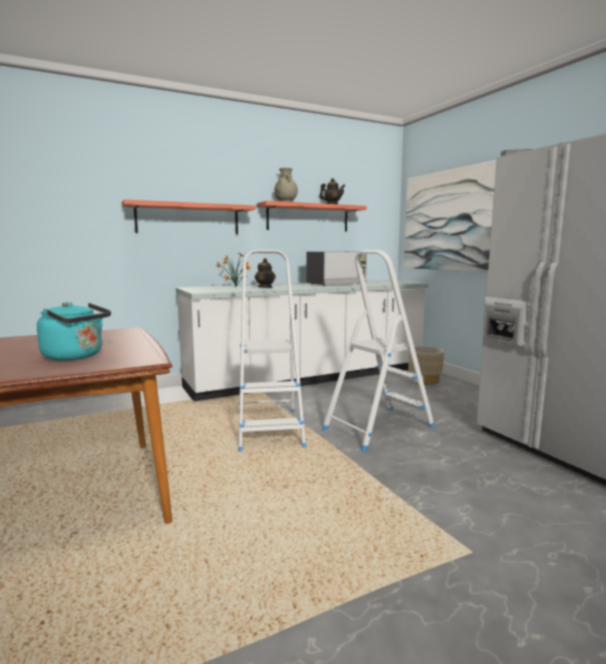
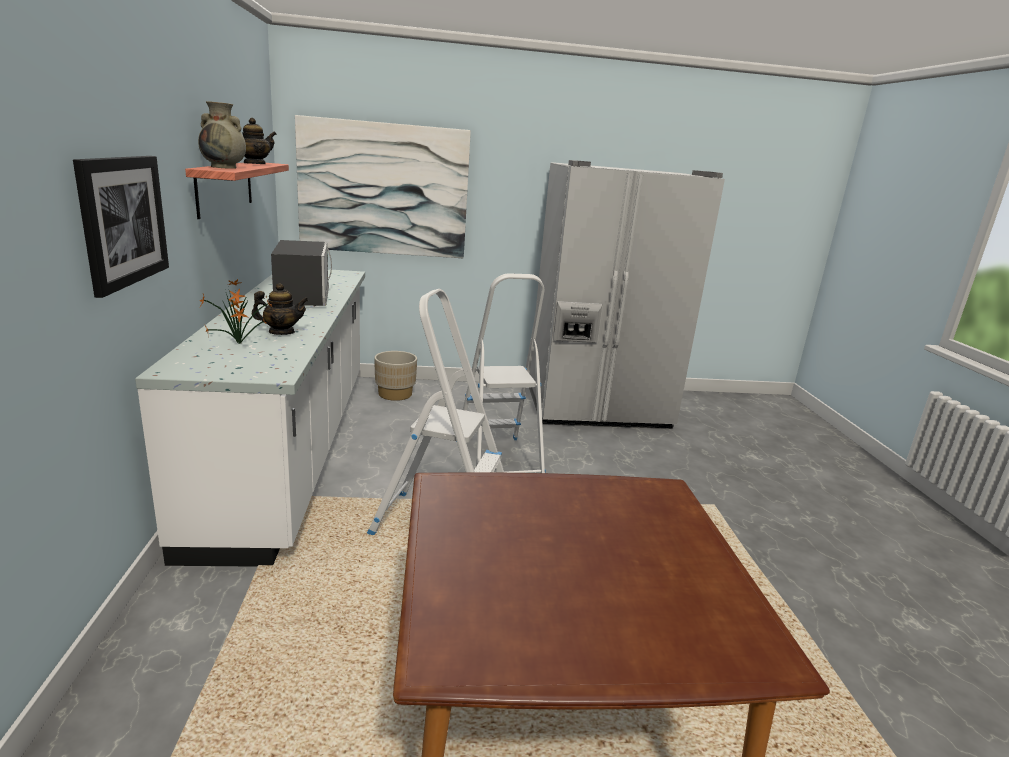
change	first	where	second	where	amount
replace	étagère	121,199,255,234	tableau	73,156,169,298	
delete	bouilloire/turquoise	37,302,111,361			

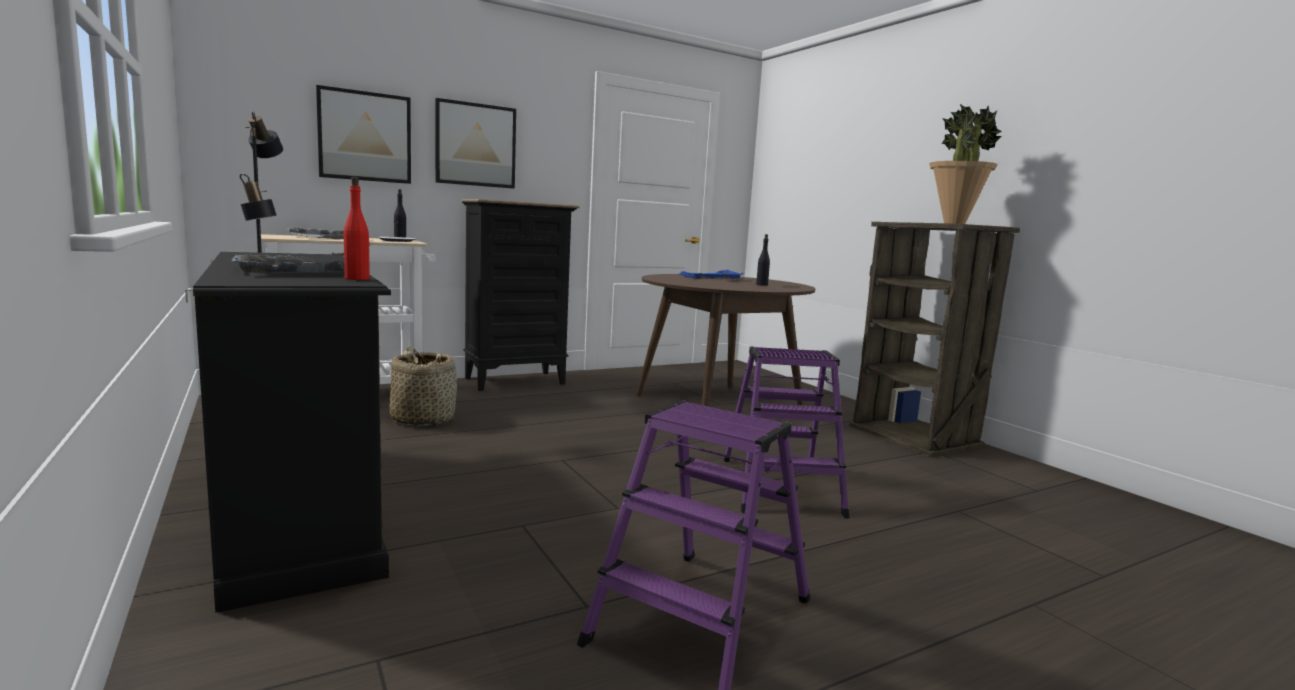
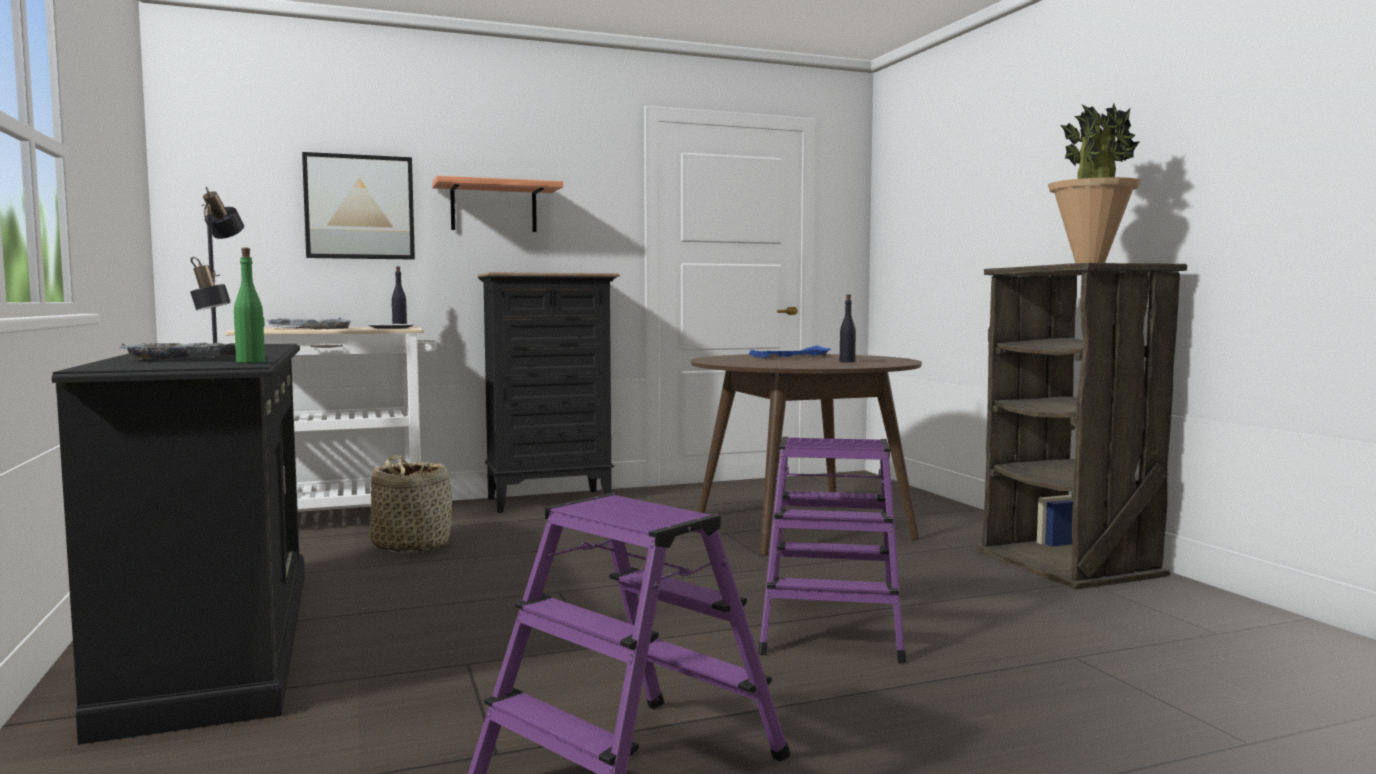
change	first	where	second	where	amount
recolor	bouteille/rouge	344,177,370,280	bouteille/vert	234,248,265,363	
replace	tableau	435,98,516,189	étagère	432,176,563,232	

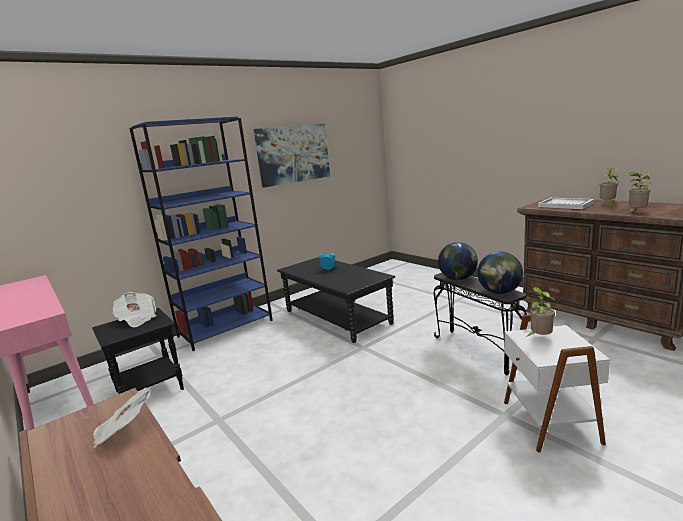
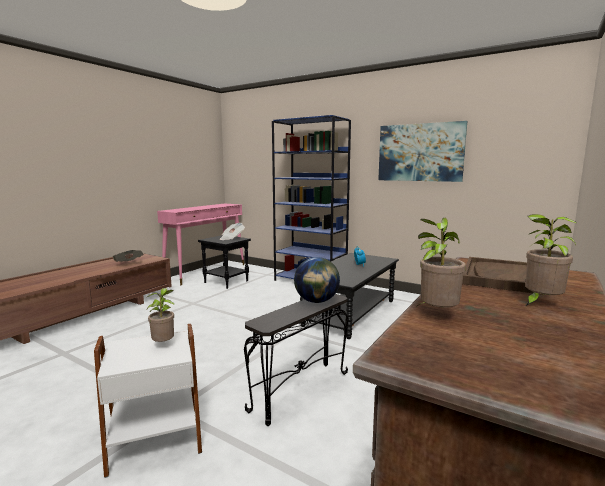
change	first	where	second	where	amount
recolor	plateau/blanc	538,198,594,209	plateau/marron	462,257,544,295	
delete	globe	477,251,523,294			

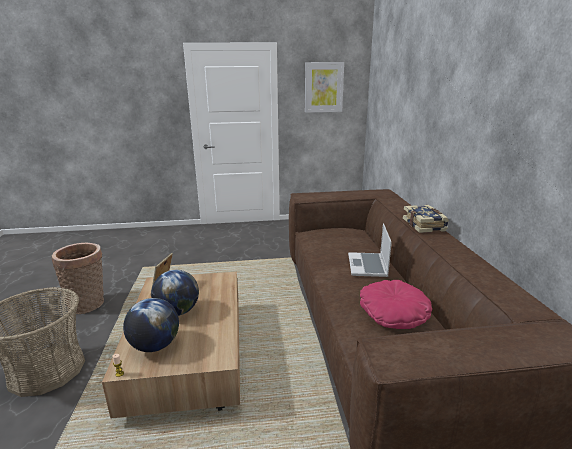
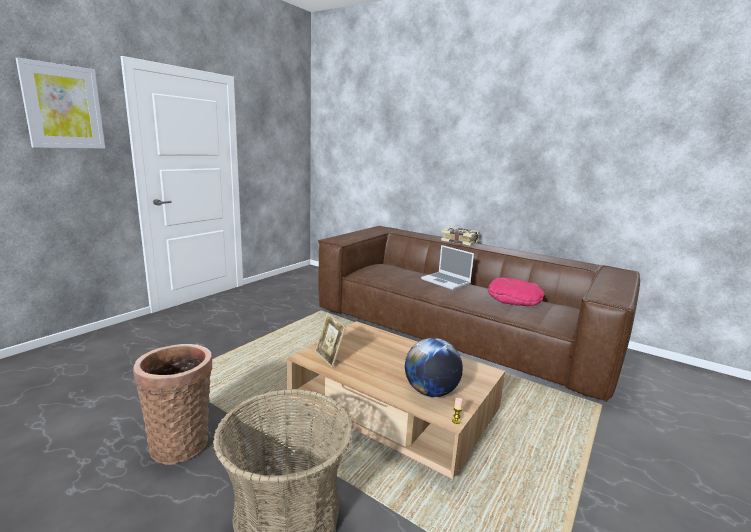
change	first	where	second	where	amount
move	tableau	305,62,344,113		16,57,105,149	
delete	globe	151,270,199,316			

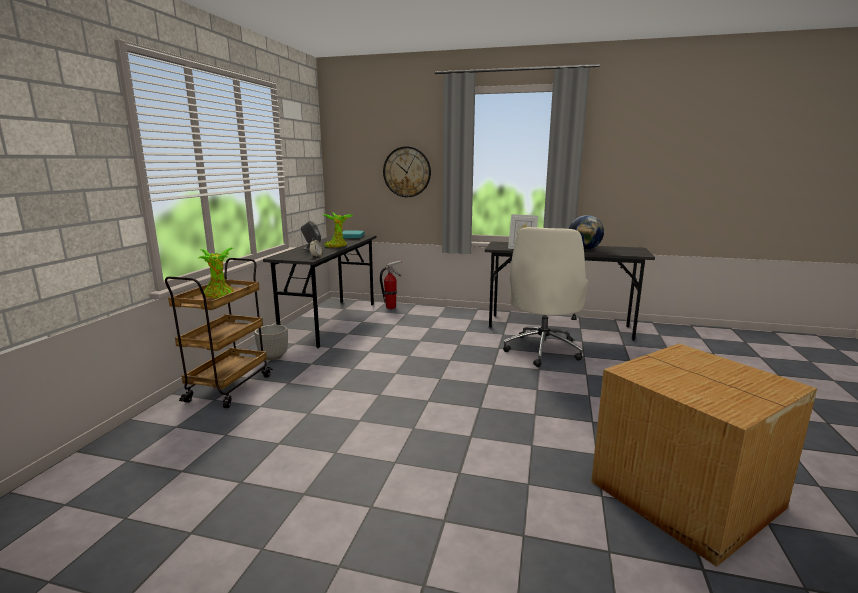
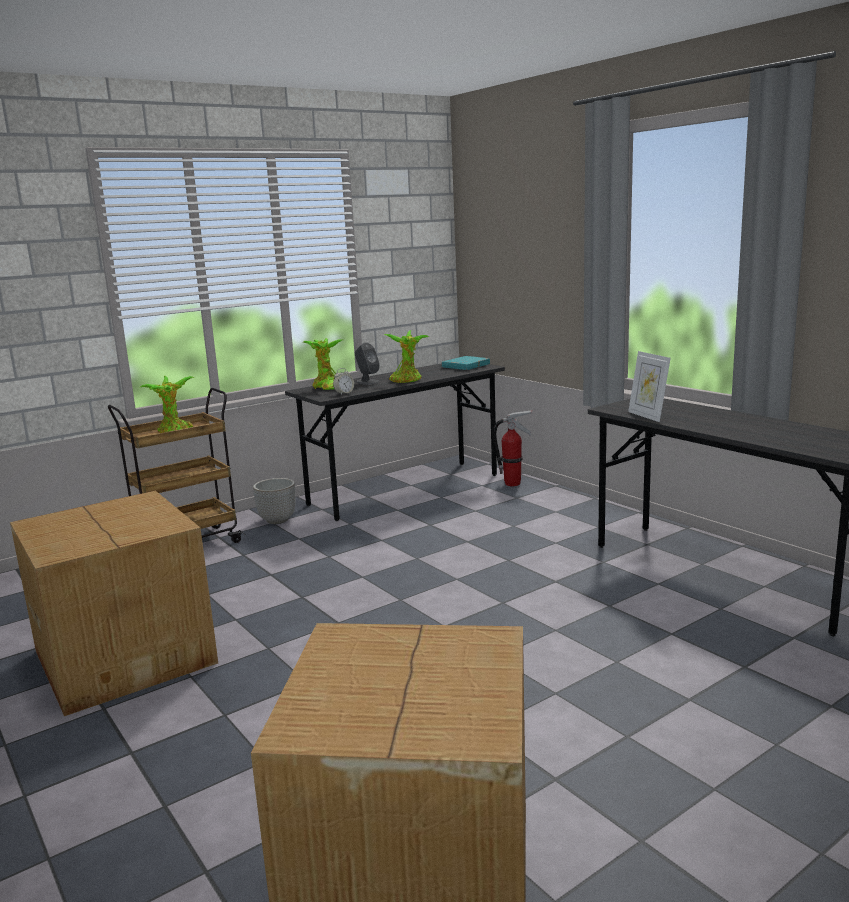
change	first	where	second	where	amount
insert			carton	10,491,218,716	
insert			plante en pot	303,338,342,390	
delete	horloge murale	383,146,431,197			
delete	chaise de bureau/beige	503,227,588,367			
delete	globe	569,215,604,250			

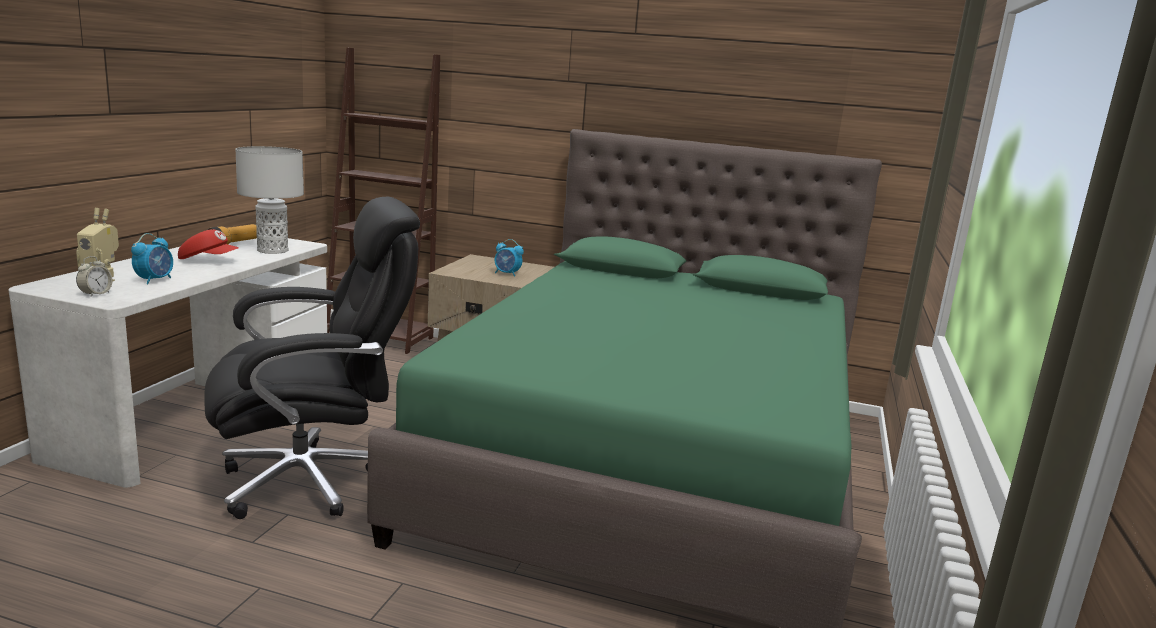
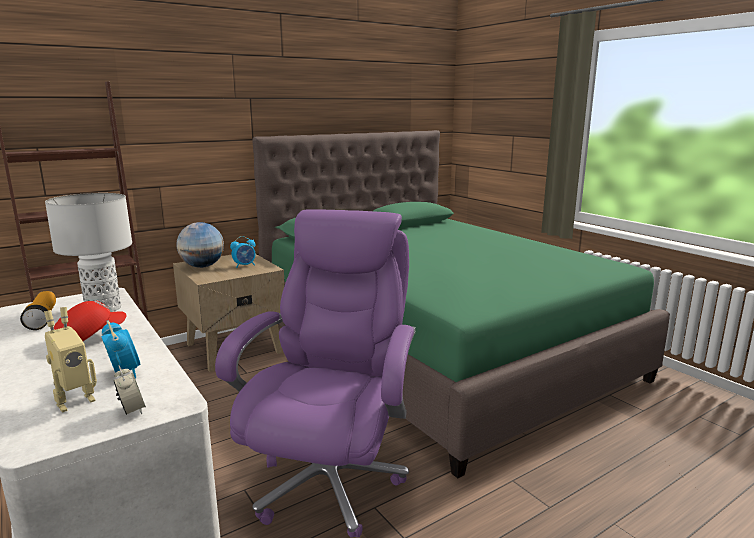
change	first	where	second	where	amount
insert			globe	176,222,224,268	
recolor	chaise de bureau/noir	205,197,420,519	chaise de bureau/violet	215,209,416,538	

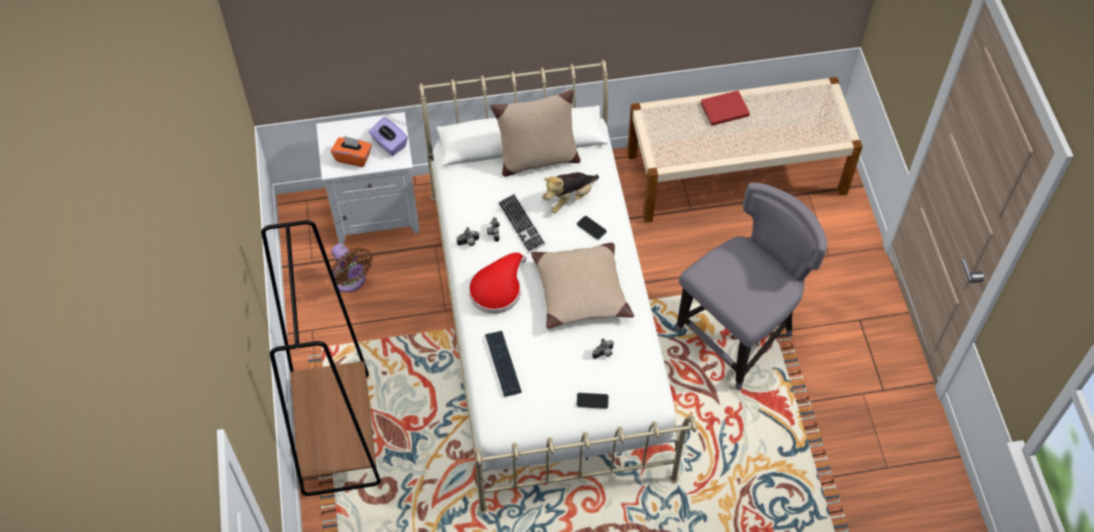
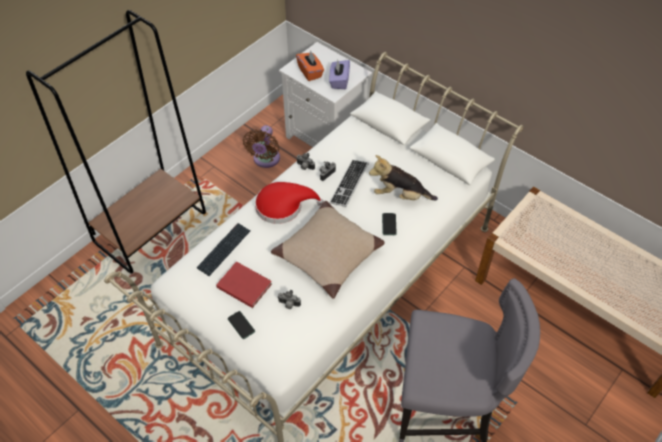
change	first	where	second	where	amount
move	livre/rouge	701,91,750,126		216,261,272,308	
delete	coussin/beige	491,89,581,177			

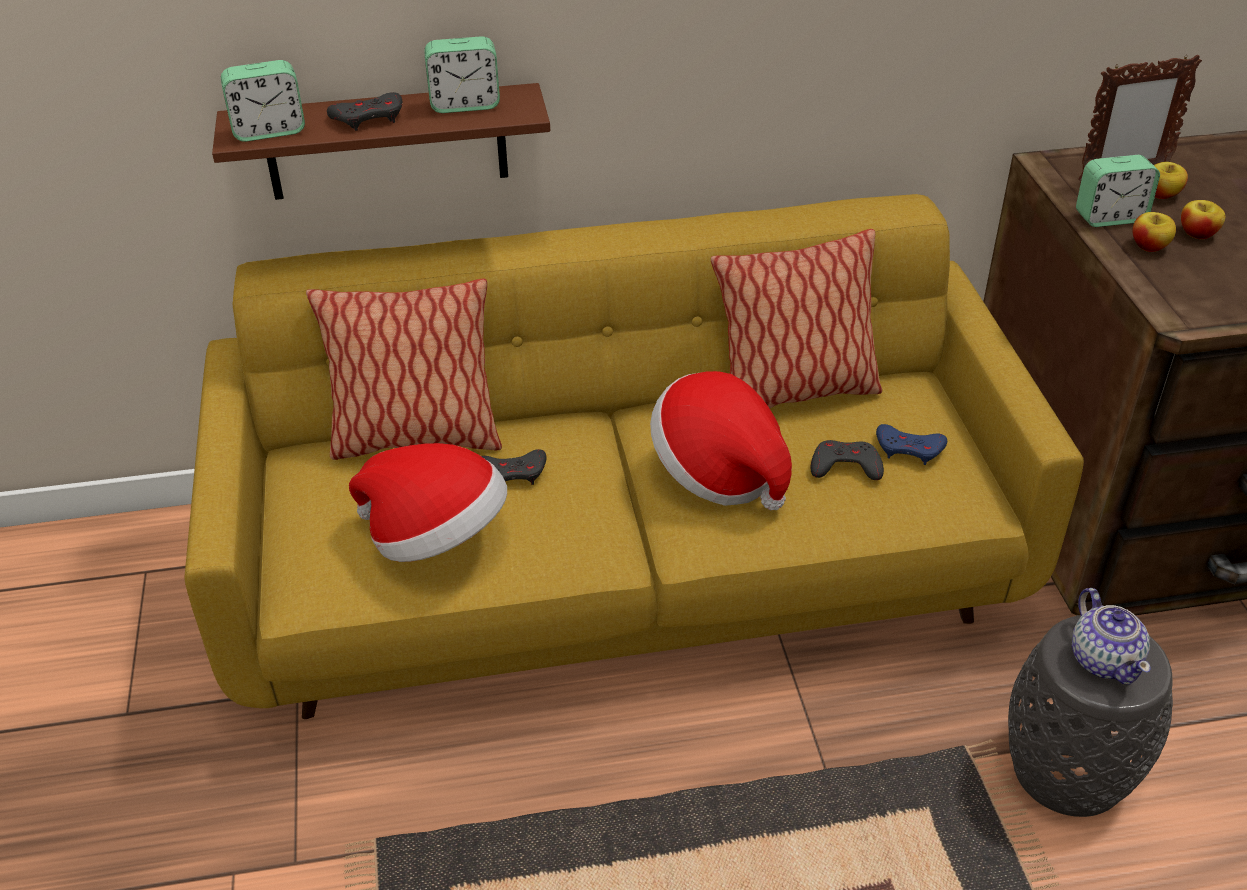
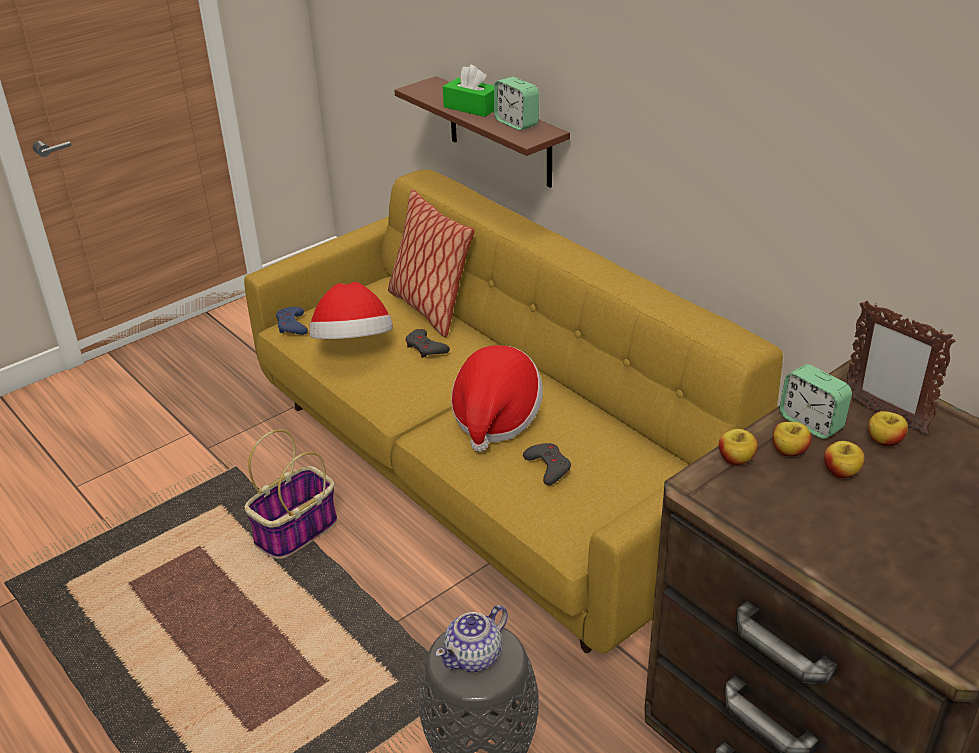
change	first	where	second	where	amount
insert			panier	244,429,337,559	
move	manette/bleu	876,424,947,465		276,307,308,335	
replace	manette/gris	327,92,402,131	boîte à mouchoirs/vert	443,65,494,117	
insert			pomme	719,429,758,465	
delete	réveil	221,60,305,142			
delete	coussin	711,229,882,408			

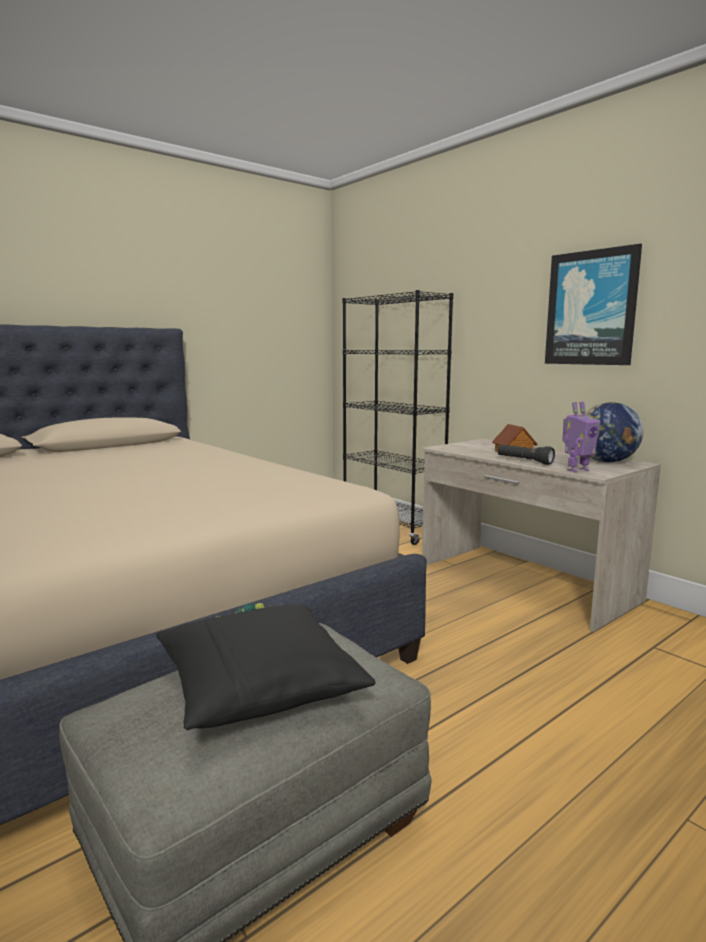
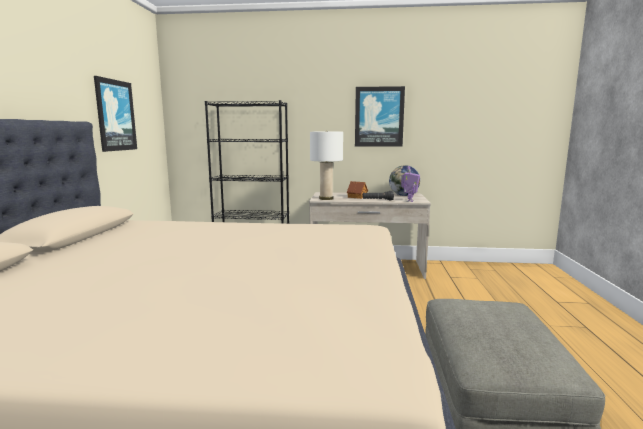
change	first	where	second	where	amount
insert			tableau	94,76,137,152	
insert			lampe de table/blanc	310,131,343,200	
delete	coussin/noir	156,603,375,730			

